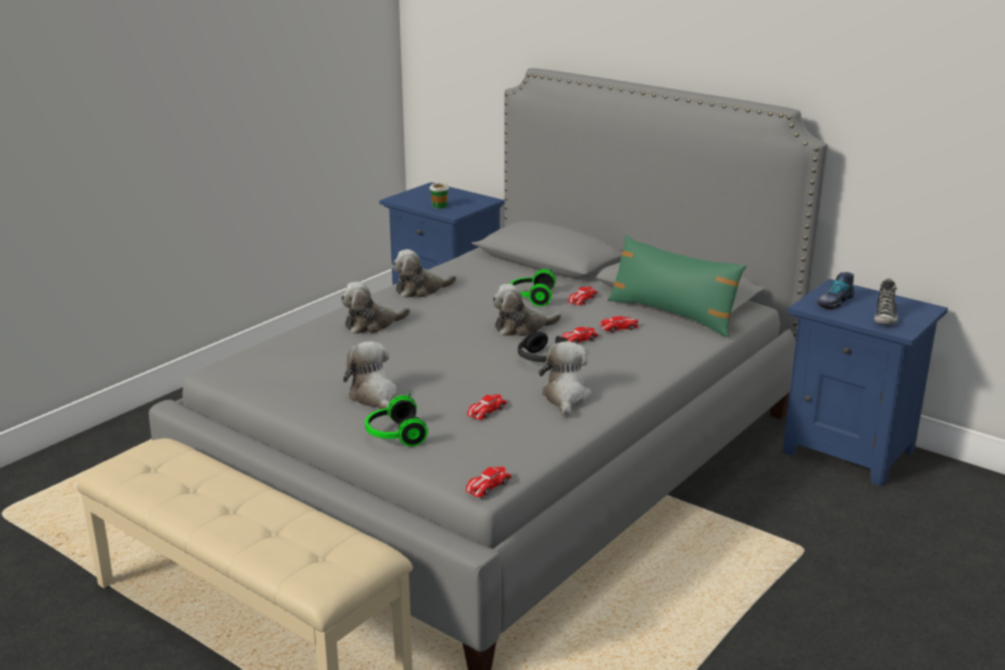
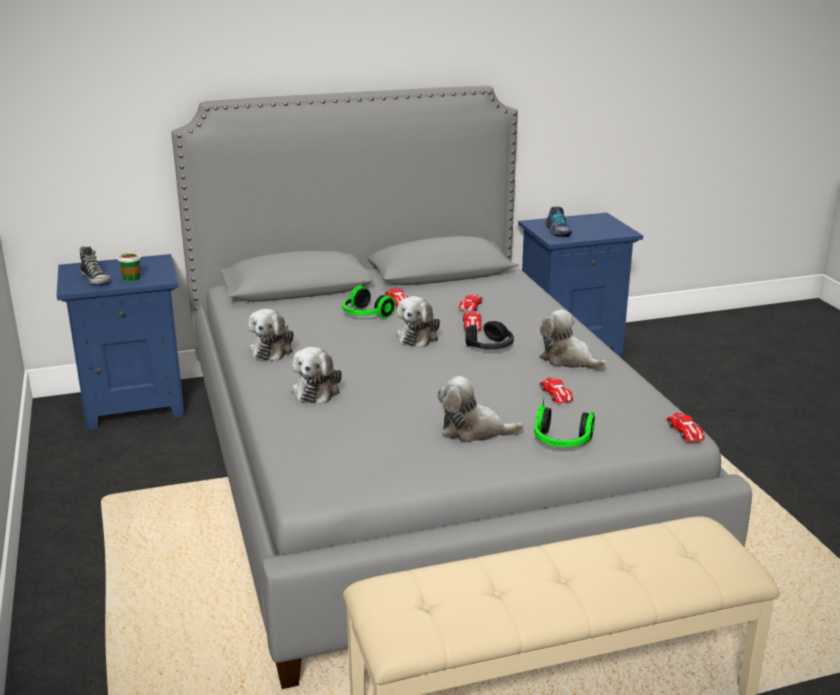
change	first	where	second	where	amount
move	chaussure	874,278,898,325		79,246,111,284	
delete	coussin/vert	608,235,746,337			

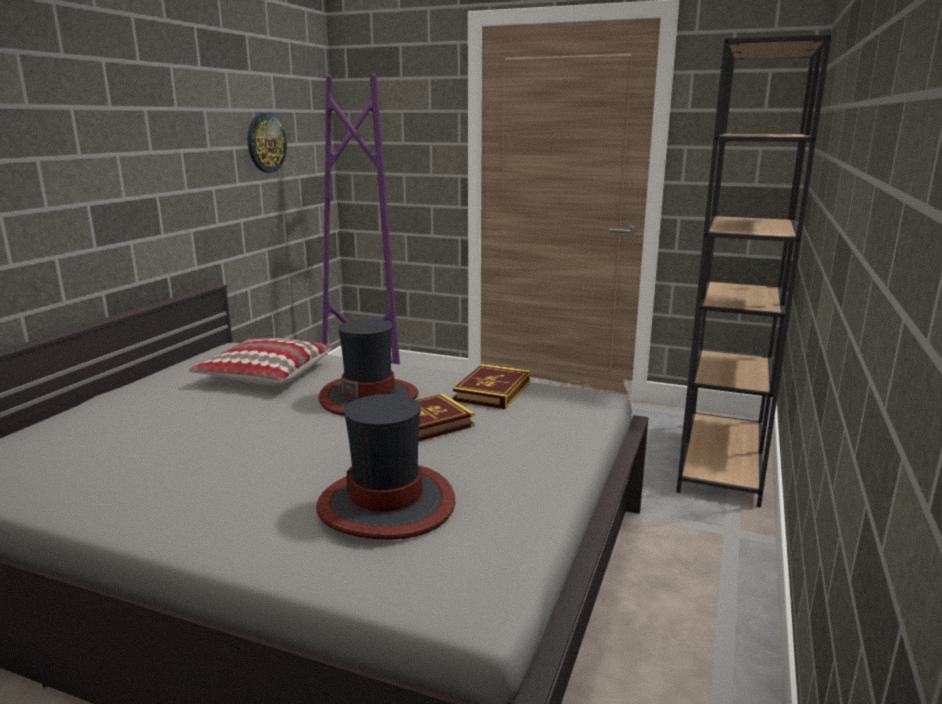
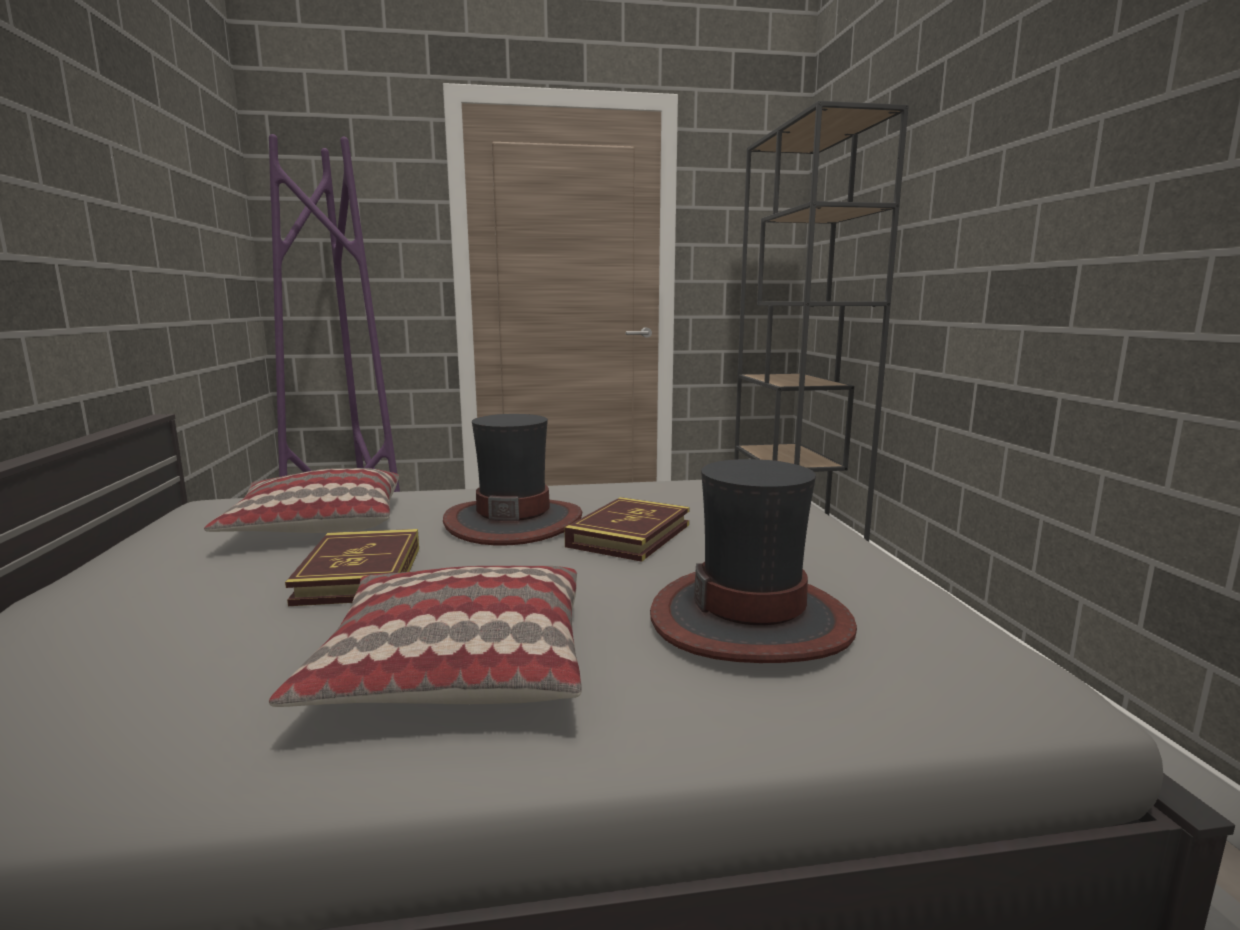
change	first	where	second	where	amount
insert			coussin	269,566,582,707	
move	livre	453,364,530,409		285,529,419,606	
delete	horloge murale	248,113,287,173			

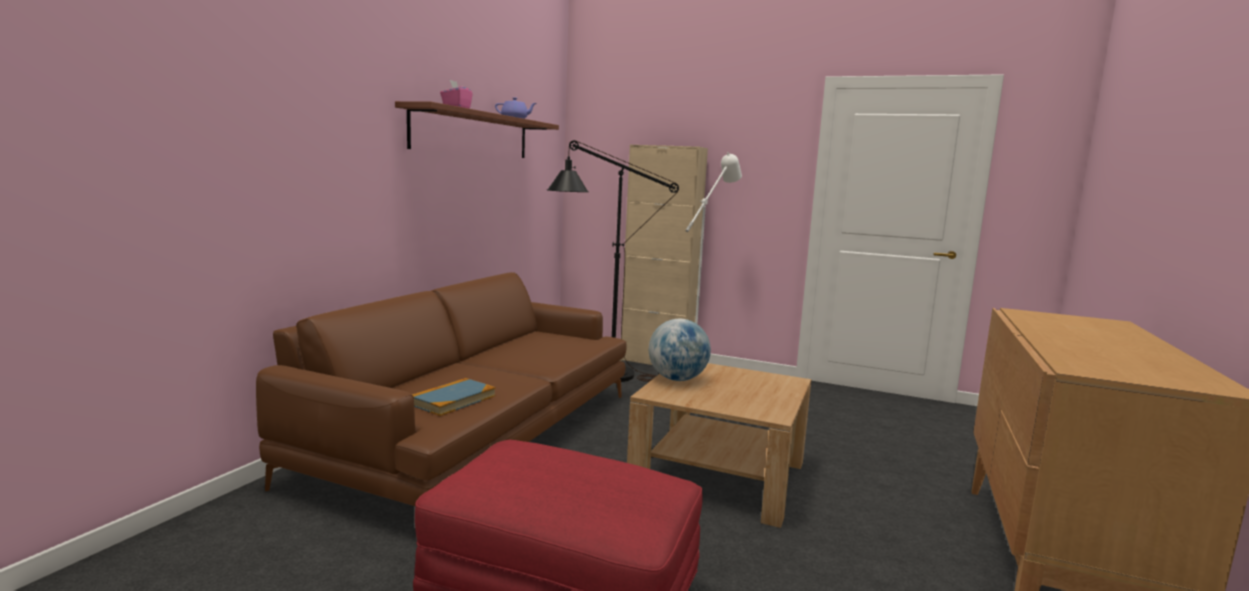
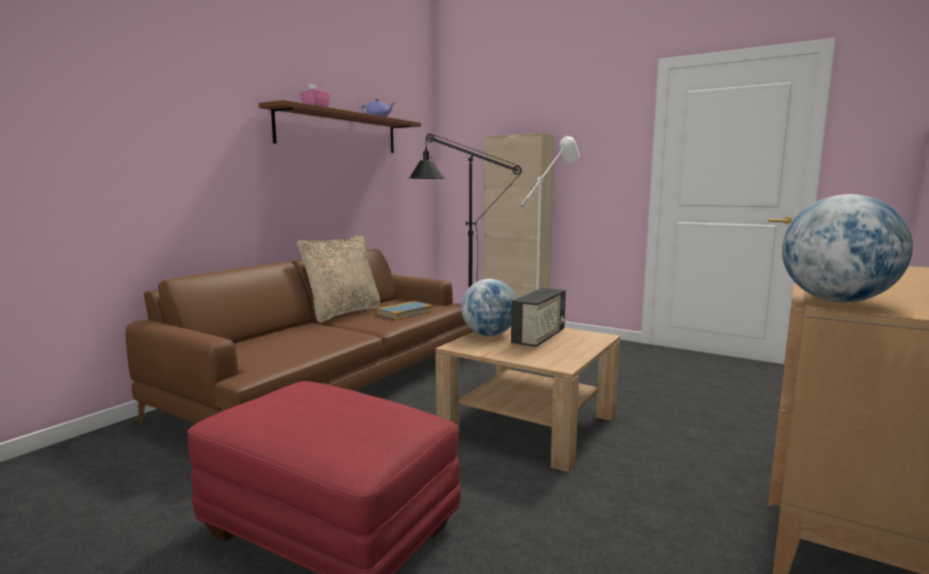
change	first	where	second	where	amount
insert			coussin/beige	297,235,380,322	
move	livre	412,378,496,416		376,301,433,320	
insert			radio	511,288,566,347	
insert			globe	782,194,913,302	

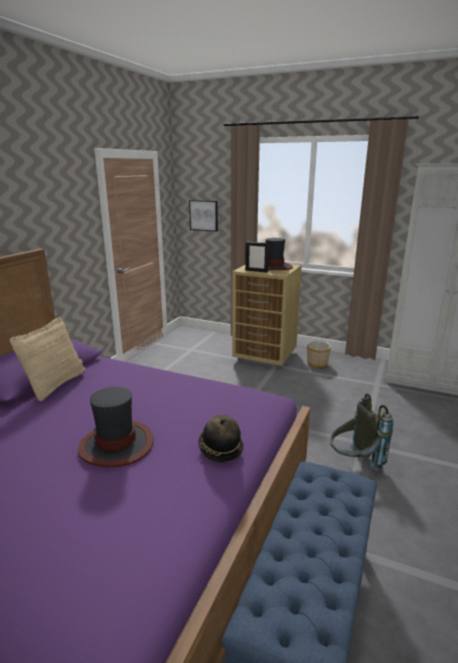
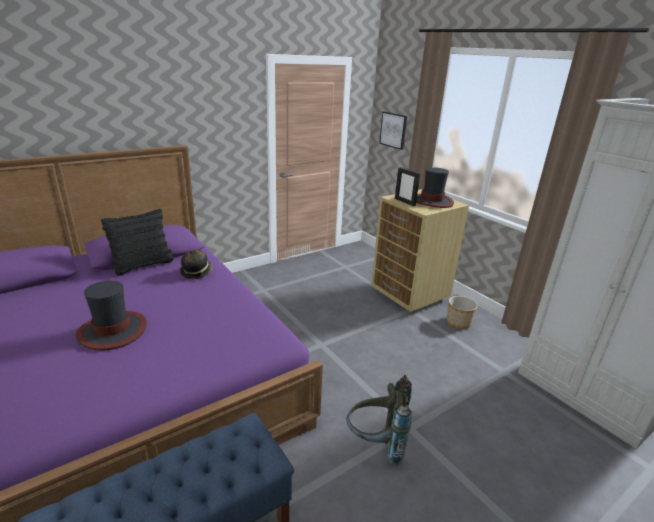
change	first	where	second	where	amount
recolor	coussin/beige	9,317,85,401	coussin/noir	101,209,174,276	
move	chapeau	198,415,244,462		180,249,212,279	

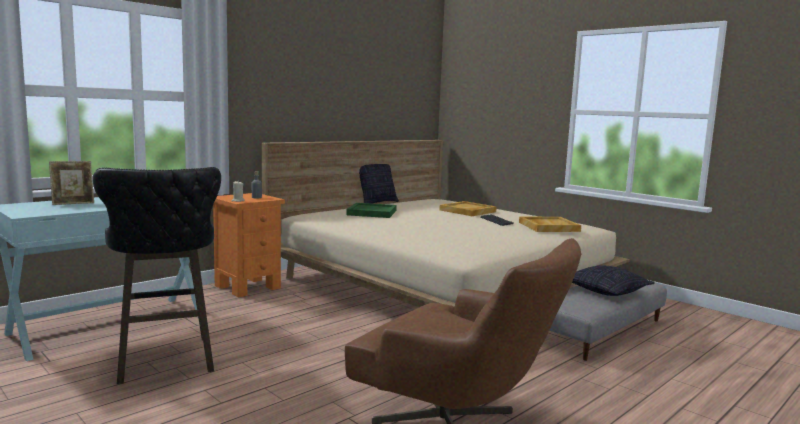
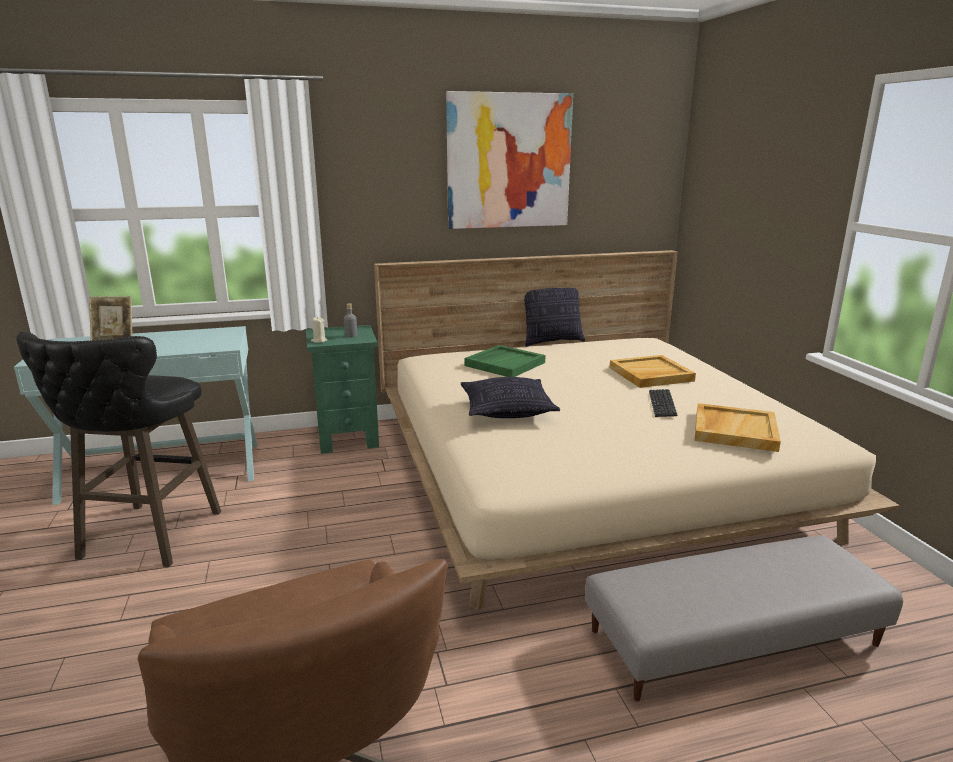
change	first	where	second	where	amount
recolor	table de chevet/orange	213,193,285,298	table de chevet/vert	306,325,379,454	
insert			tableau	446,91,573,229	
move	coussin	572,266,655,296		461,377,560,418	

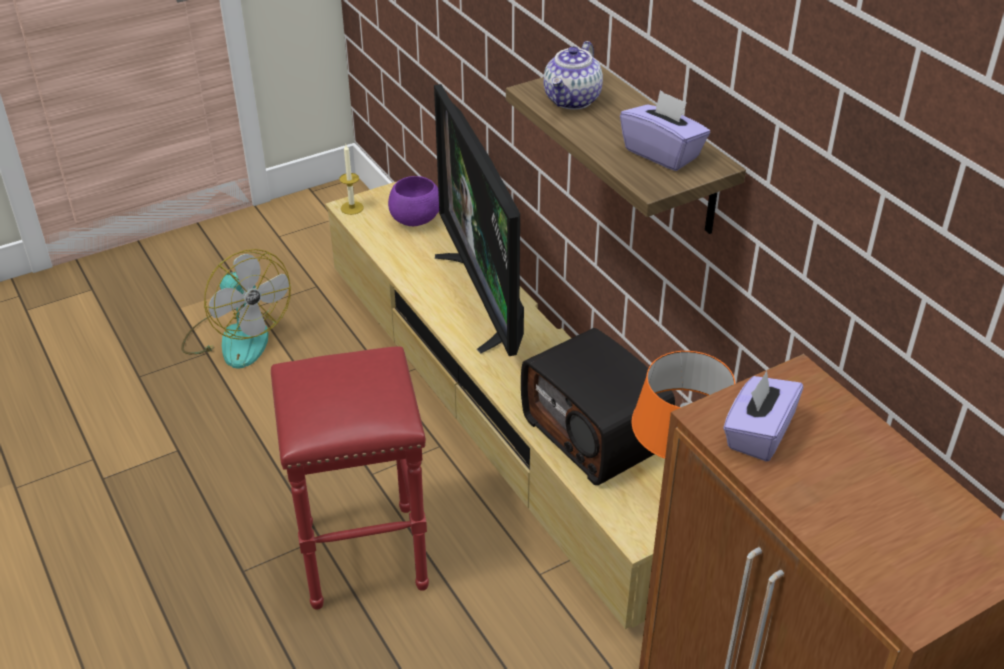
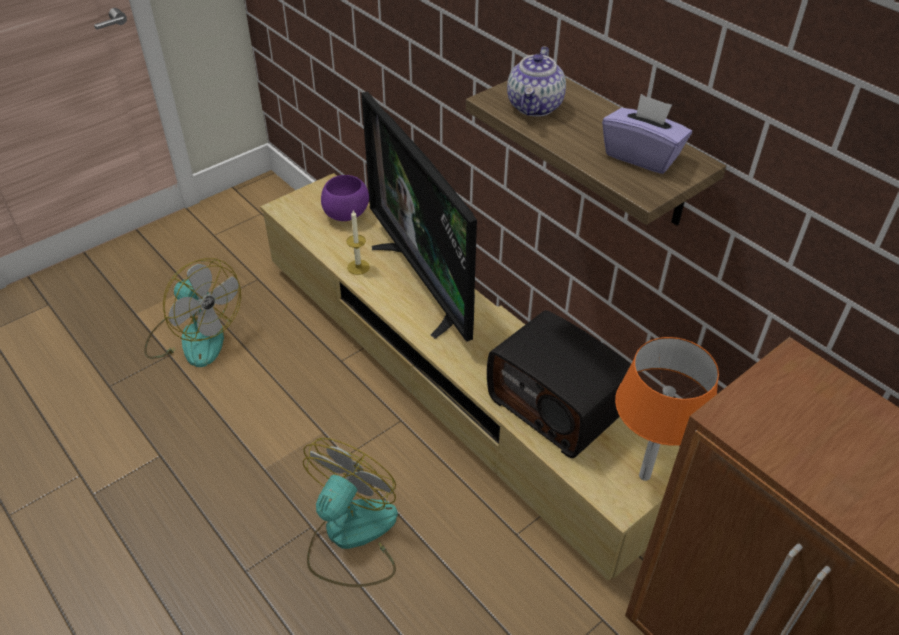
change	first	where	second	where	amount
replace	tabouret/rouge	271,347,429,610	ventilateur	303,438,398,587	
move	bougie	339,145,364,215		346,210,370,275	
delete	boîte à mouchoirs/violet	723,371,804,462			

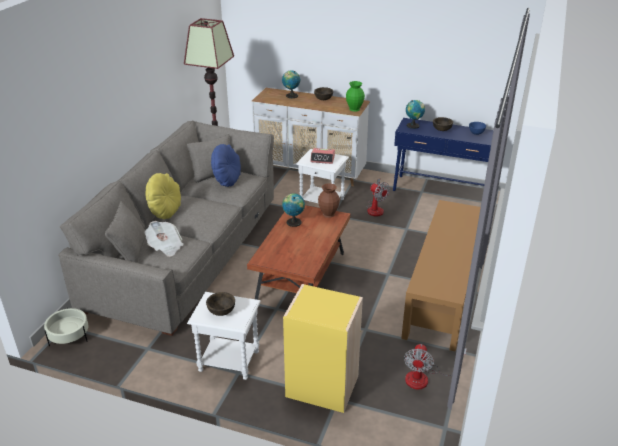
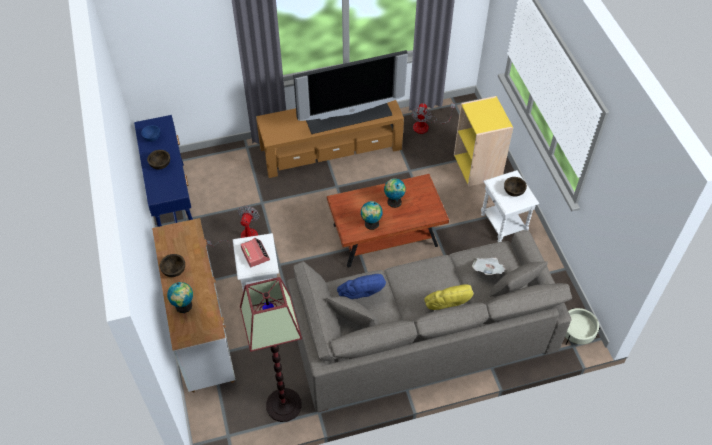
change	first	where	second	where	amount
insert			téléviseur	293,50,408,134	
move	globe	406,100,425,129		384,178,406,208	
rotate	ventilateur	404,344,467,389		411,103,455,134	120 degrees clockwise
delete	vase/marron	318,183,340,218			
delete	vase/vert	346,81,365,112			

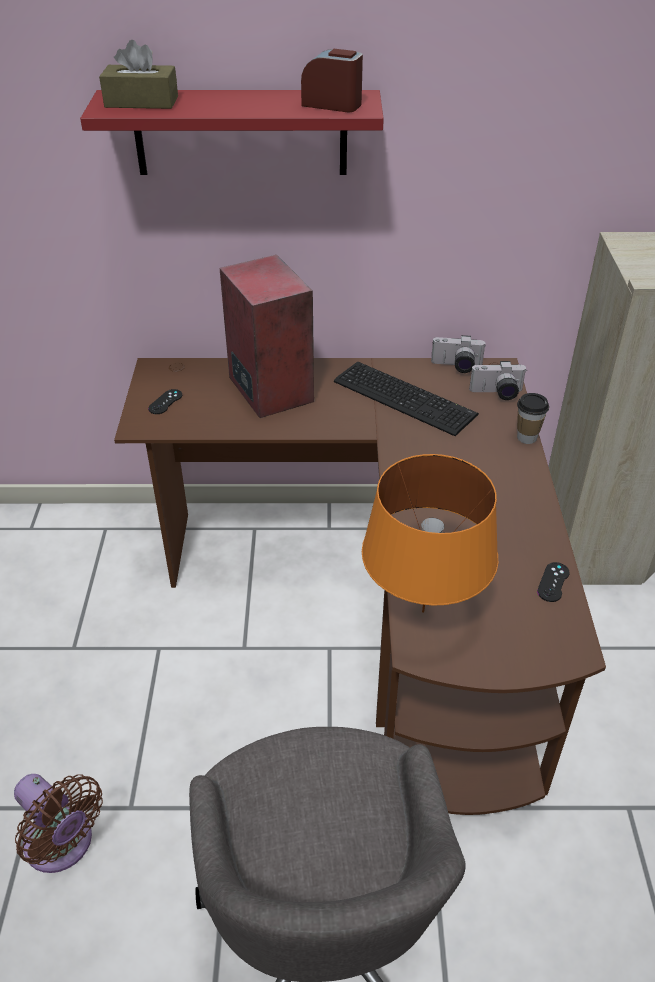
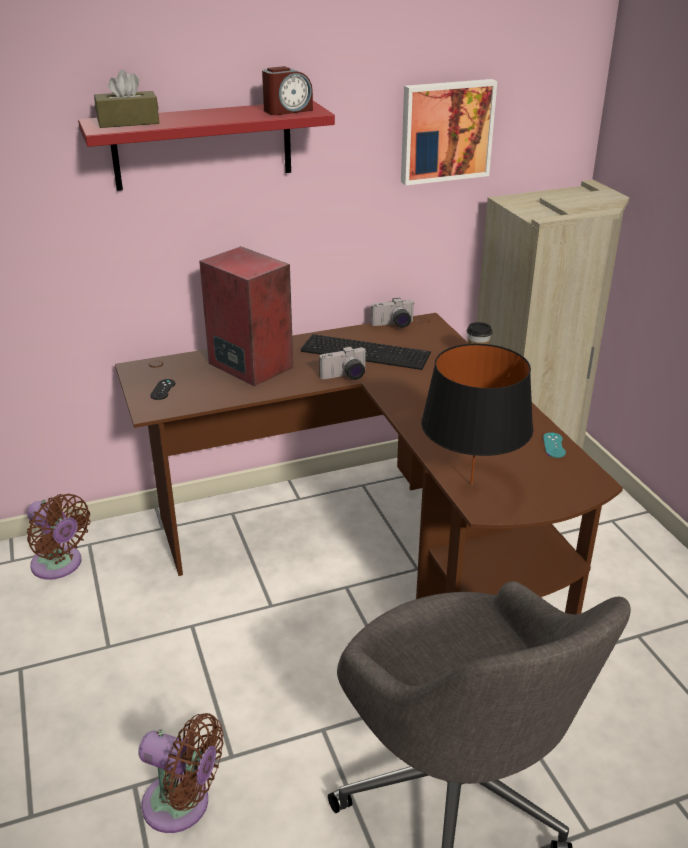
change	first	where	second	where	amount
insert			ventilateur/marron	27,494,90,580	
rotate	réveil	301,49,363,112		262,66,313,115	150 degrees clockwise
move	appareil photo	469,361,526,400		319,346,366,380	
insert			tableau	401,79,497,186	
recolor	lampe de table/orange	362,454,498,613	lampe de table/noir	421,344,533,485	
recolor	manette/noir	537,562,570,602	manette/turquoise	543,432,566,458	

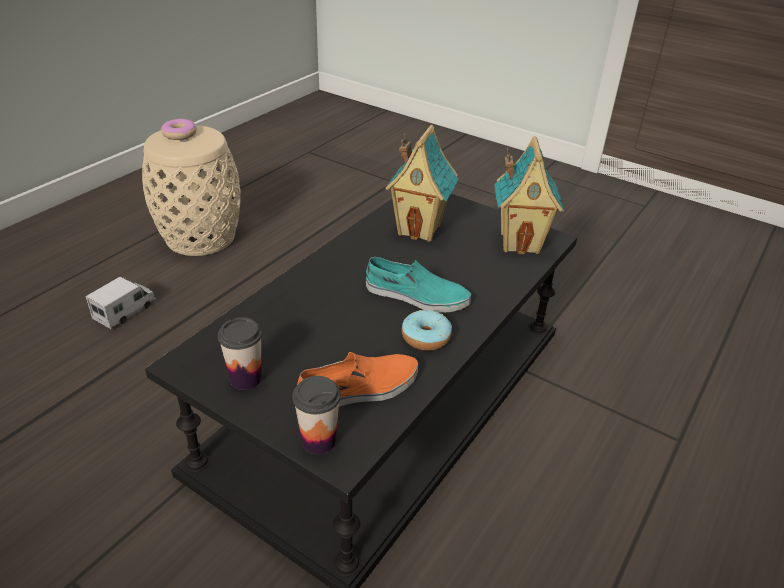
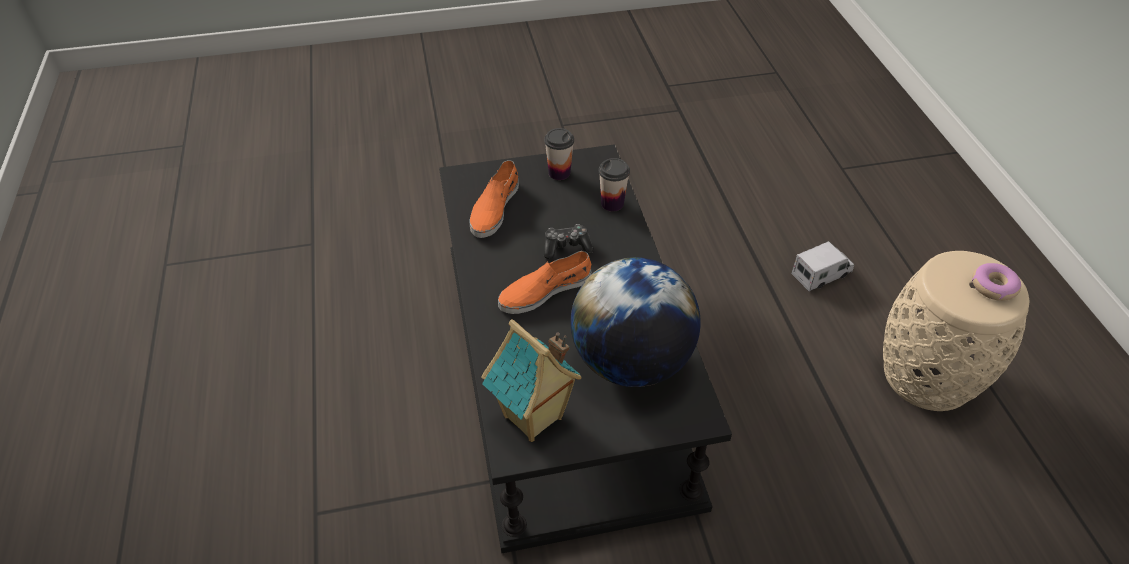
change	first	where	second	where	amount
recolor	chaussure/turquoise	366,257,471,313	chaussure/orange	498,251,592,314	
insert			manette	544,224,594,259	
replace	maison miniature	385,125,459,242	globe	571,257,701,387	
move	tasse	293,376,341,454		599,158,630,212	
rotate	camion jouet	86,276,156,329		791,241,854,292	105 degrees counterclockwise
delete	beignet	402,310,452,351			

